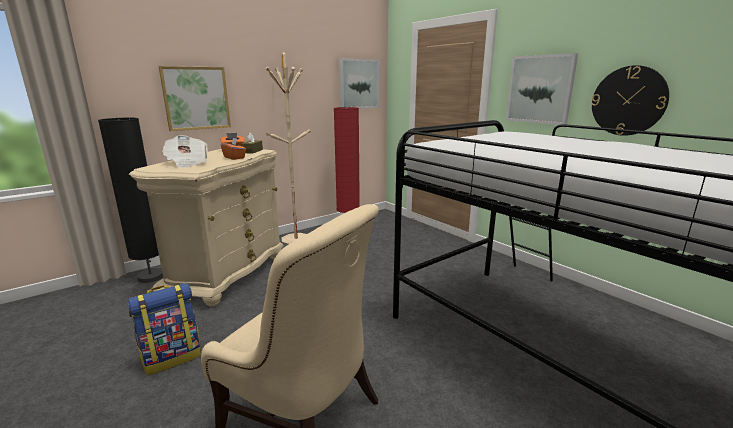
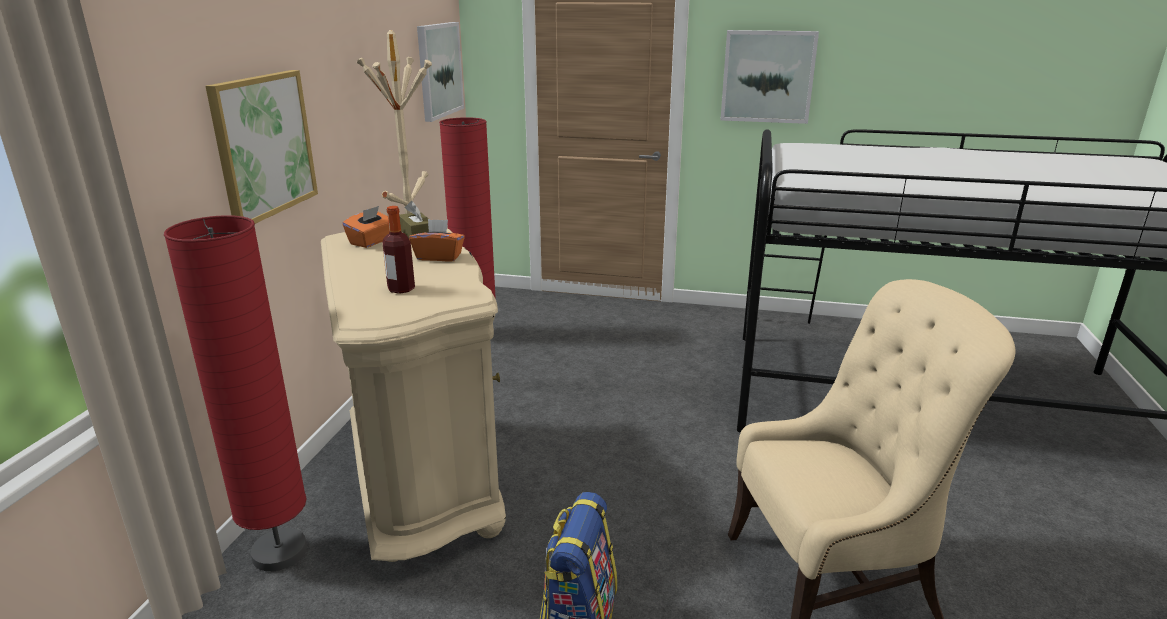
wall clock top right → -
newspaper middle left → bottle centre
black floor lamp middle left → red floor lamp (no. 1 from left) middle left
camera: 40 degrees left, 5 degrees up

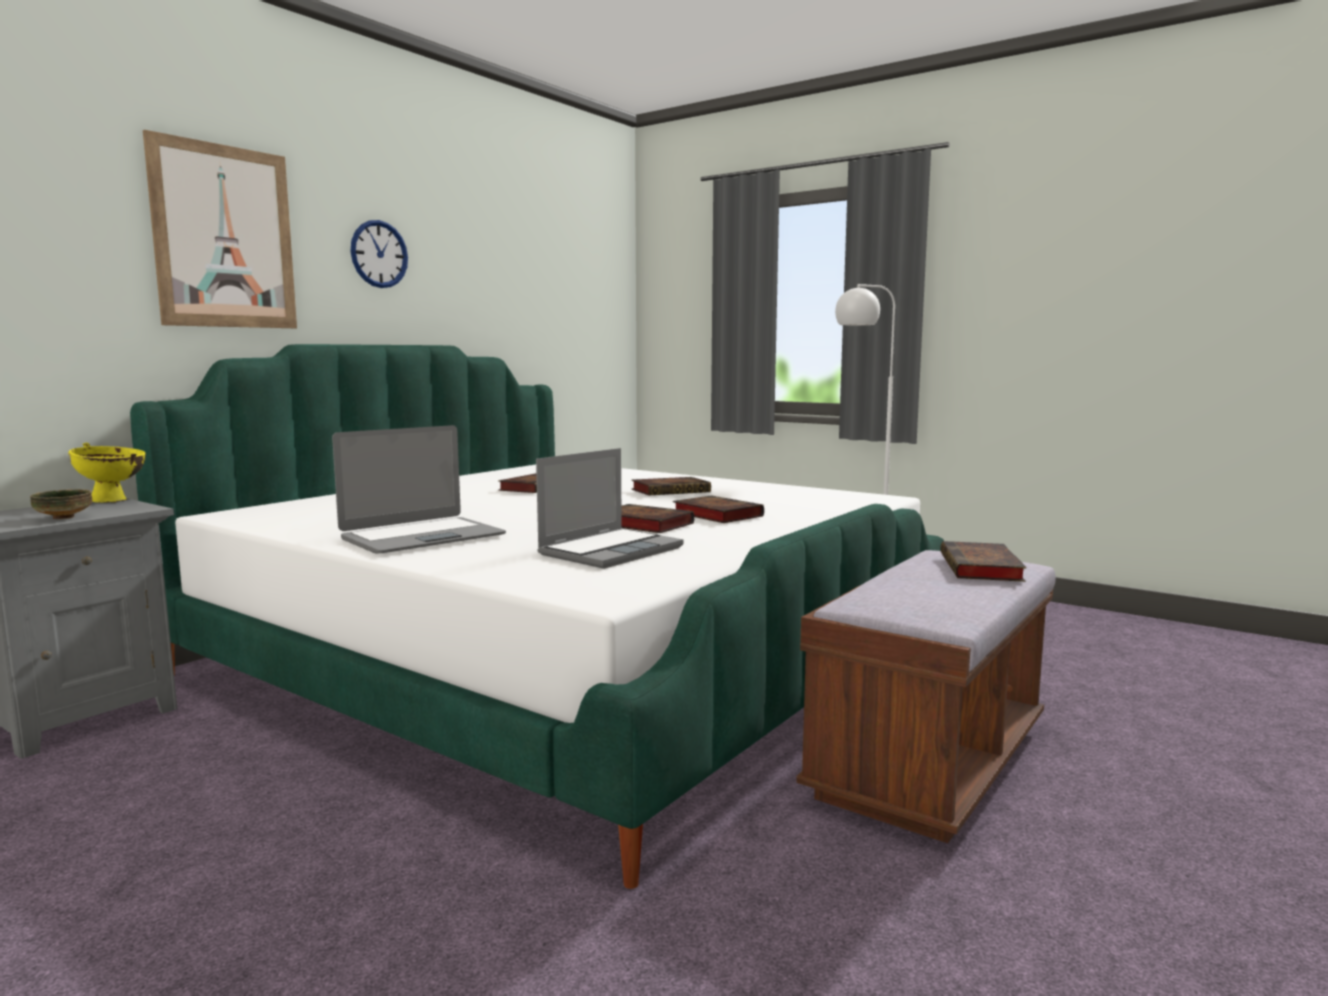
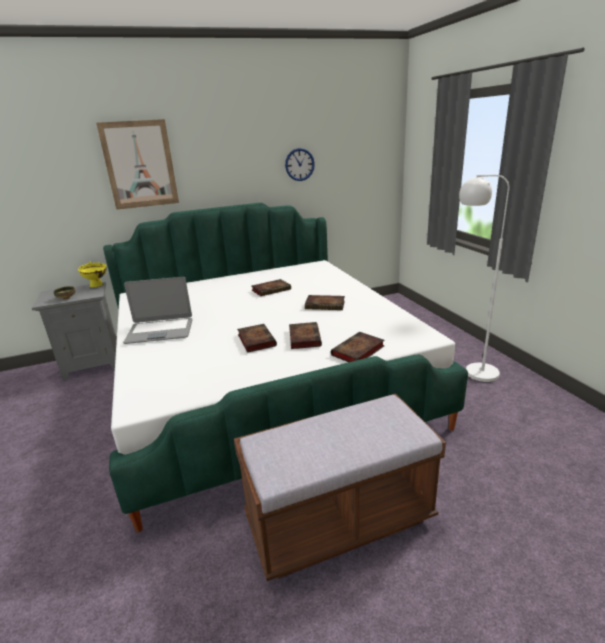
laptop (no. 2 from left) centre → -
wall clock top left → wall clock top centre, relocated
book (no. 5 from left) middle right → book (no. 5 from left) centre, relocated
camera: 35 degrees right, 15 degrees up

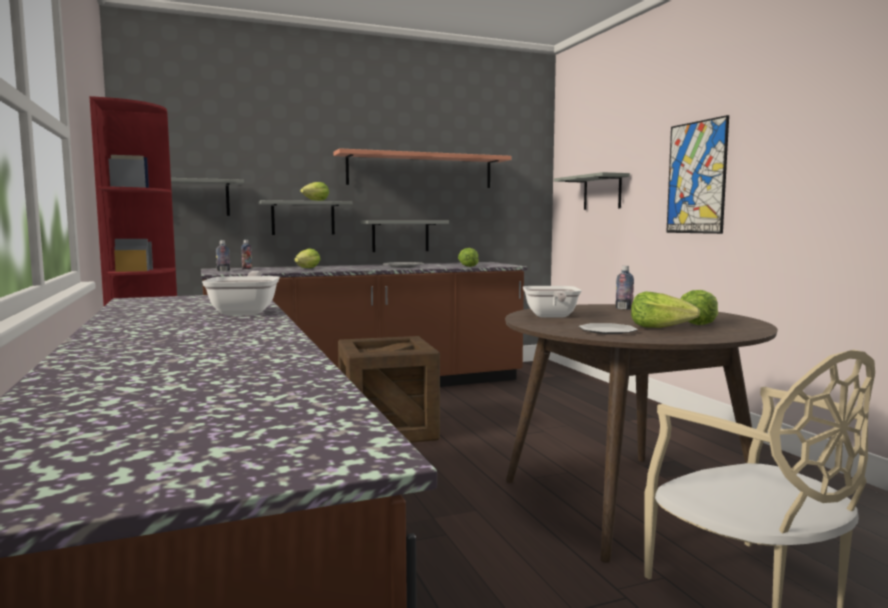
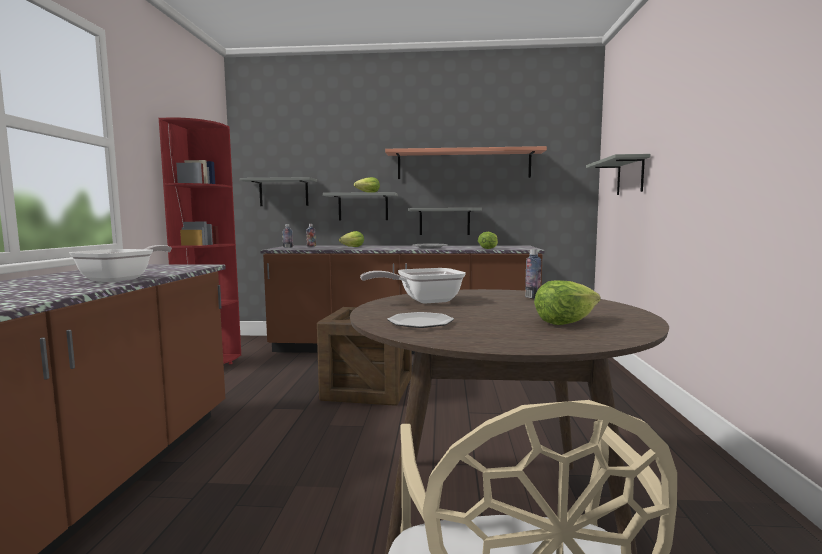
lettuce (no. 4 from left) middle right → -
picture top right → -
frying pan (no. 2 from left) centre, 45 degrees clockwise
camera: 25 degrees right, 0 degrees up

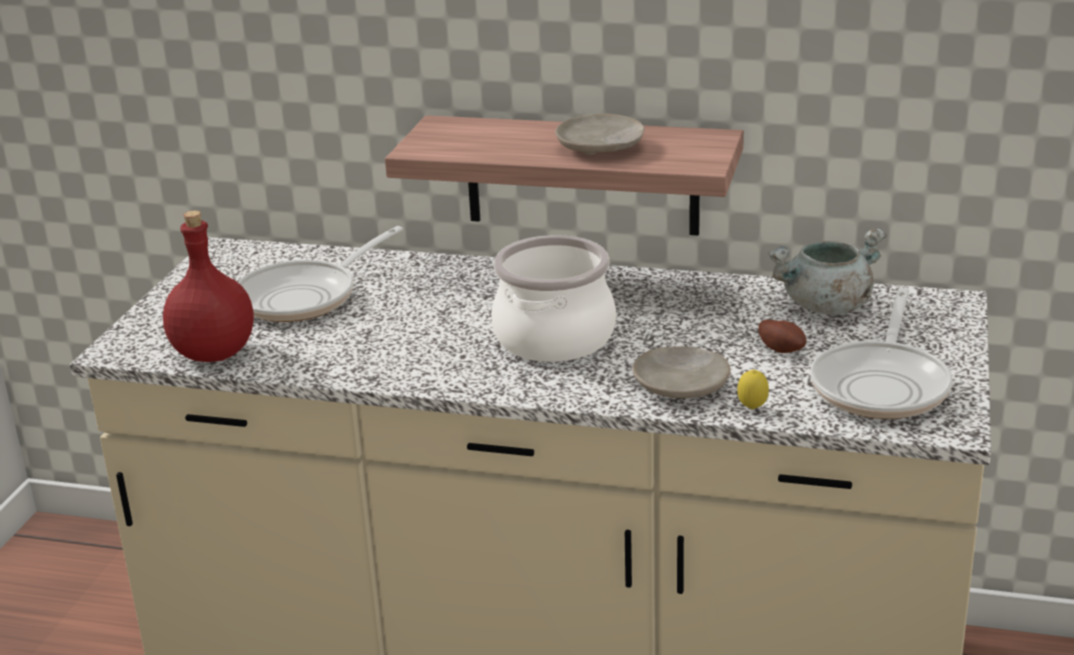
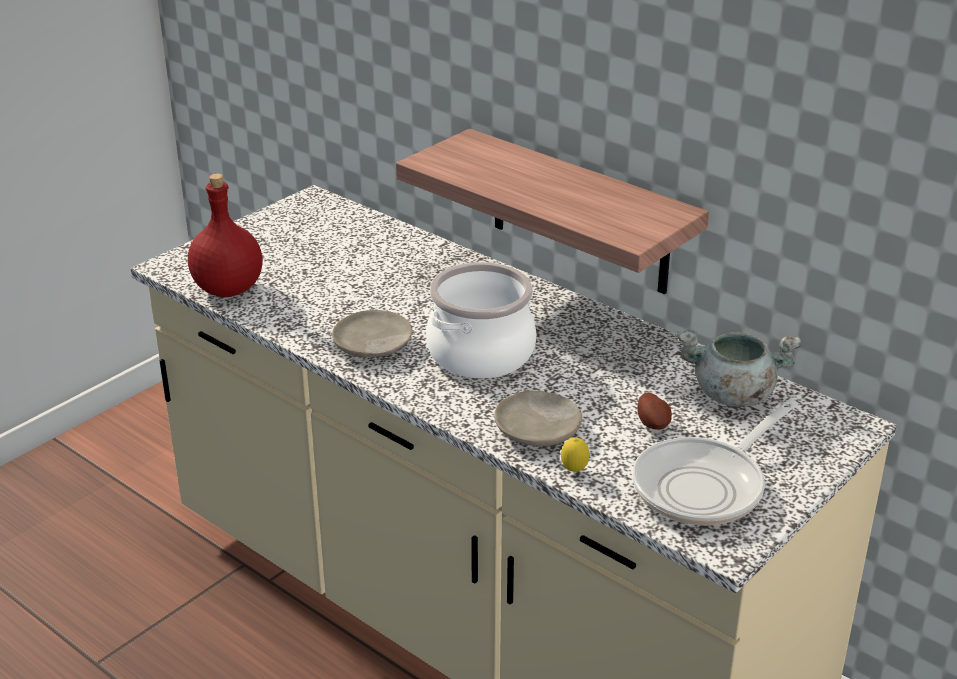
frying pan (no. 1 from left) middle left → -
beige plate (no. 1 from left) top centre → beige plate (no. 1 from left) centre, relocated
camera: 25 degrees right, 5 degrees up

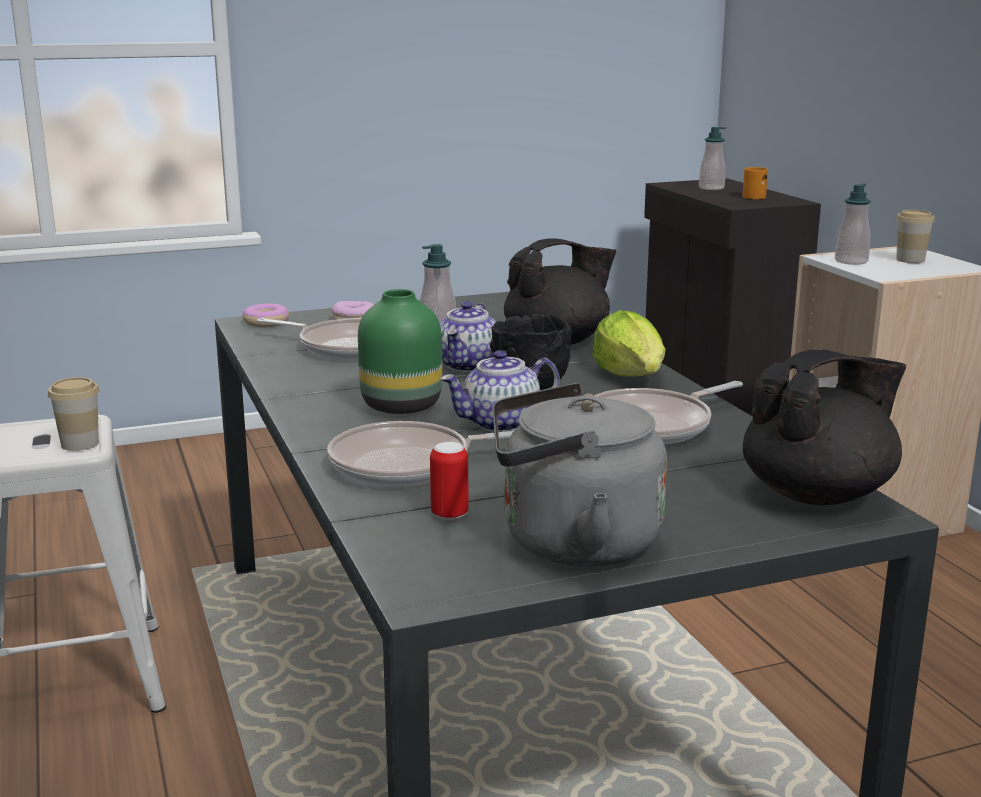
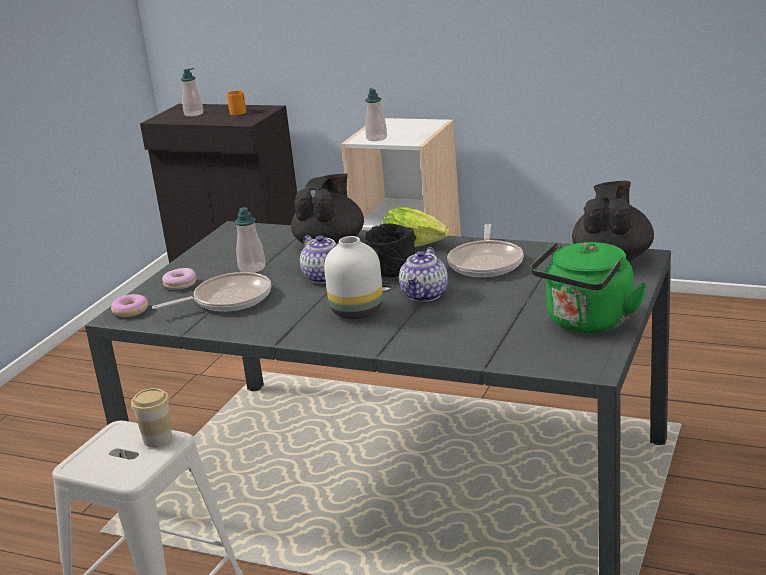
frying pan (no. 2 from left) centre → -
can centre → -
cup (no. 2 from left) top right → -
green vase centre → white vase centre
grey kettle centre → green kettle middle right
camera: 45 degrees left, 5 degrees up

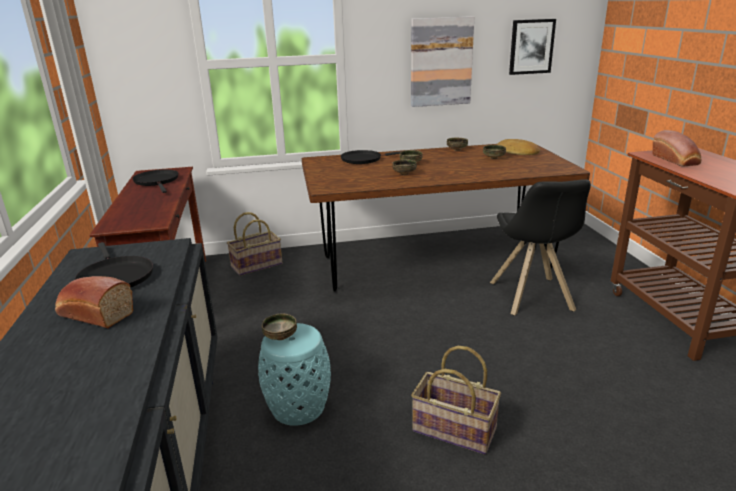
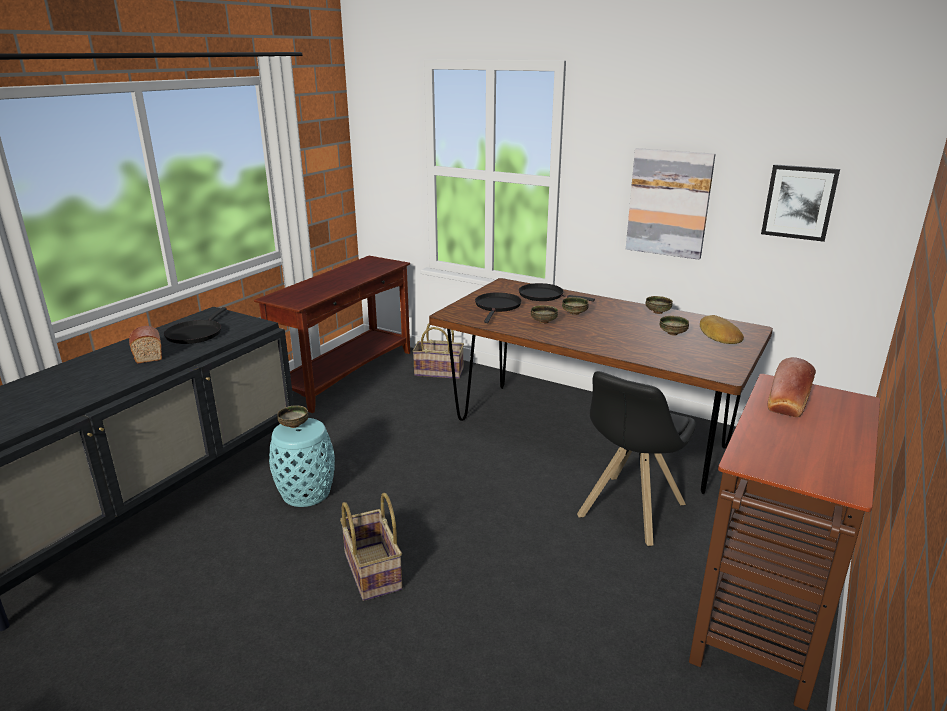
black frying pan (no. 2 from left) middle left → black frying pan (no. 2 from left) centre, relocated
camera: 40 degrees right, 0 degrees up

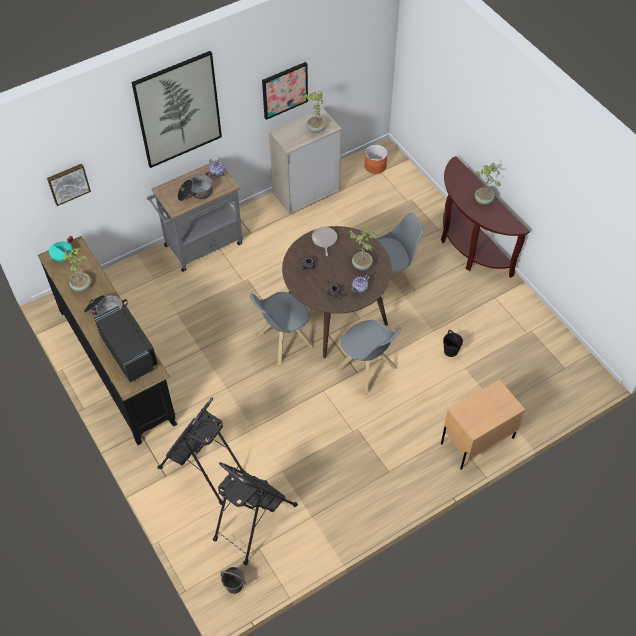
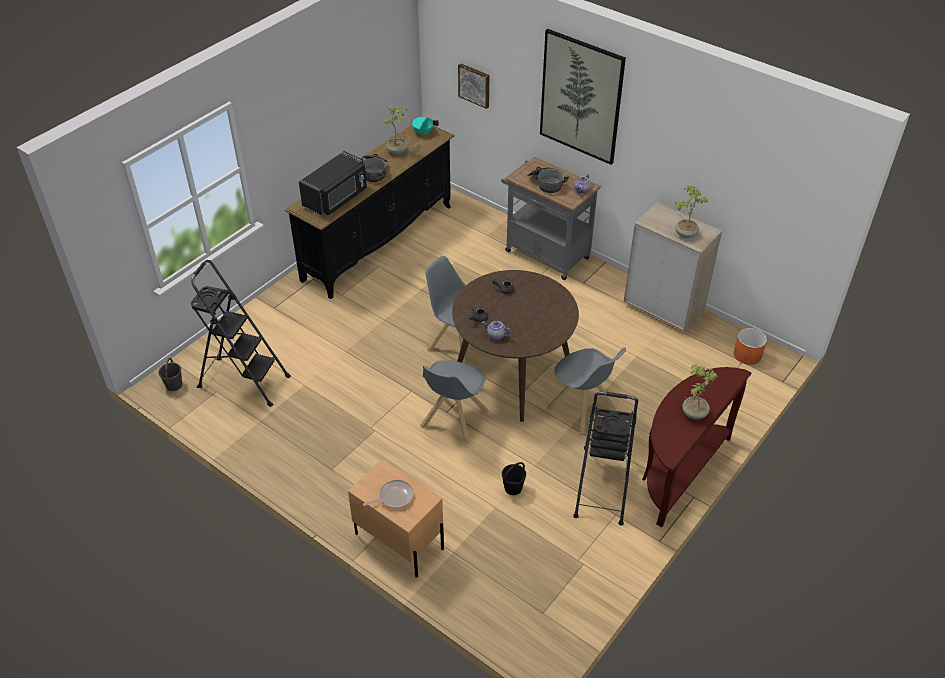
picture (no. 3 from left) top centre → -
potted plant (no. 3 from left) centre → -
step ladder (no. 1 from left in the first image) bottom left → step ladder (no. 2 from left) bottom centre, relocated
frying pan centre → frying pan bottom centre, relocated
camera: 70 degrees right, 10 degrees down

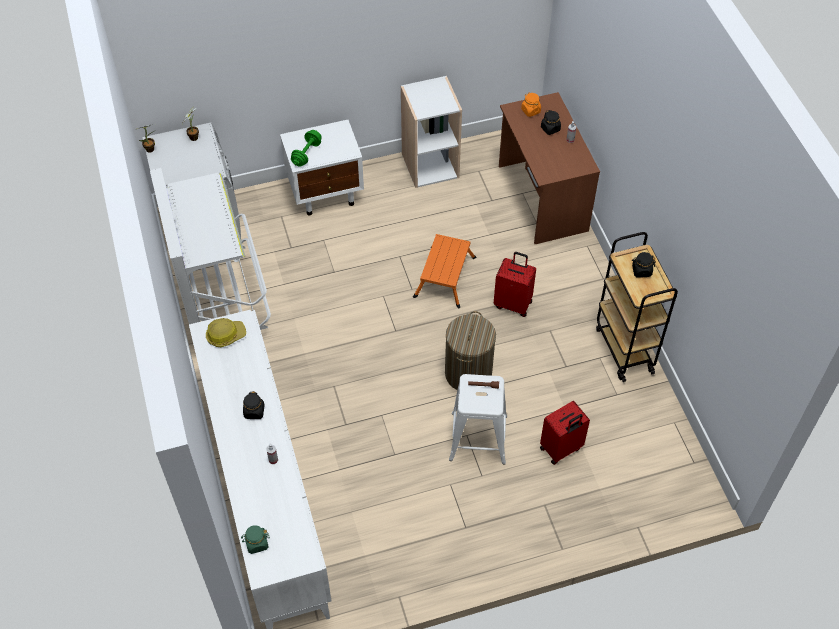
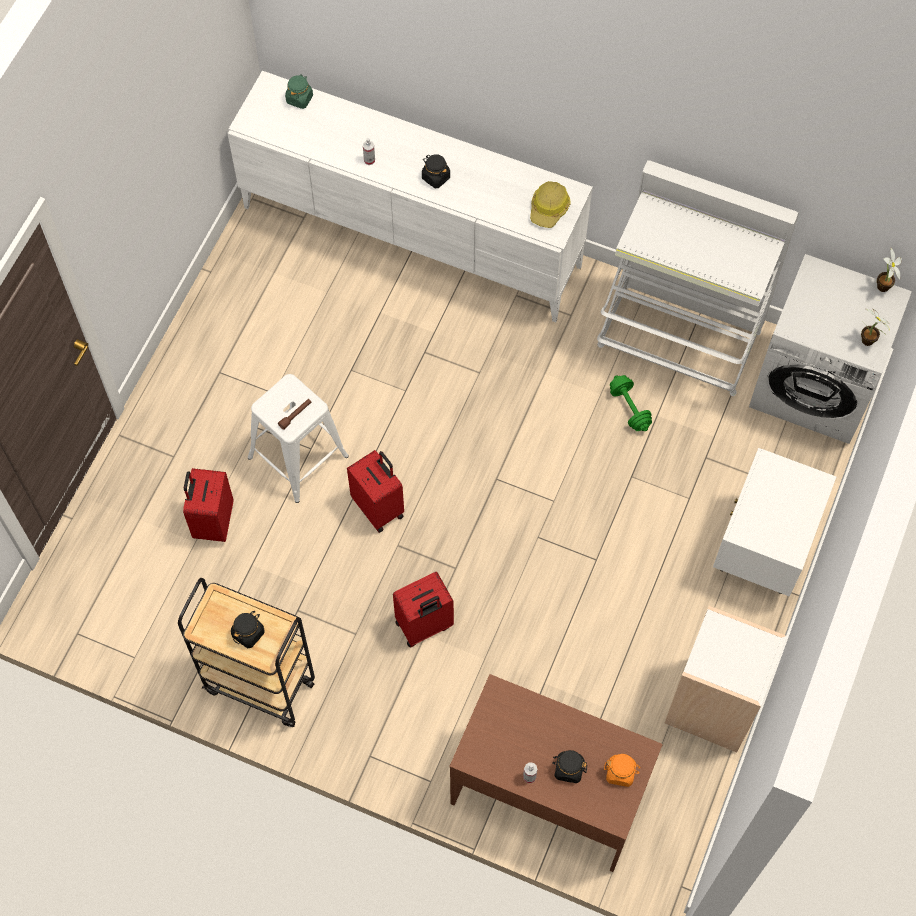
orange step ladder centre → -
green dumbbell top centre → green dumbbell middle right, relocated
laundry basket centre → red suitcase (no. 2 from left) centre
camera: 130 degrees right, 10 degrees up

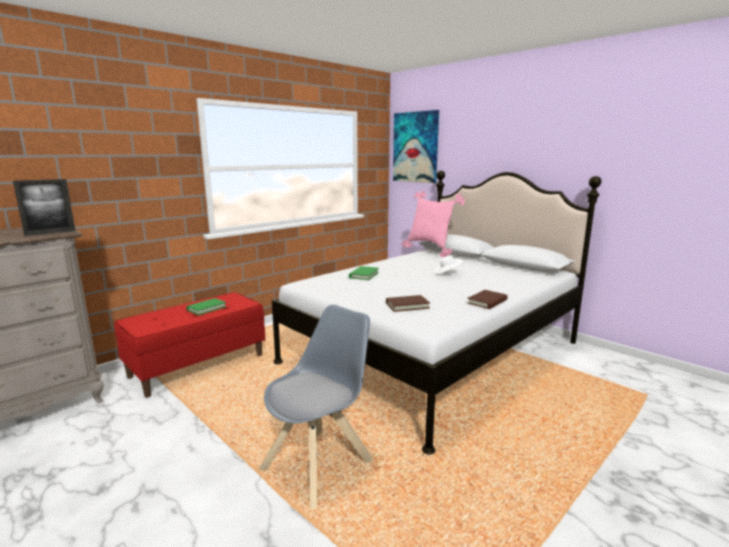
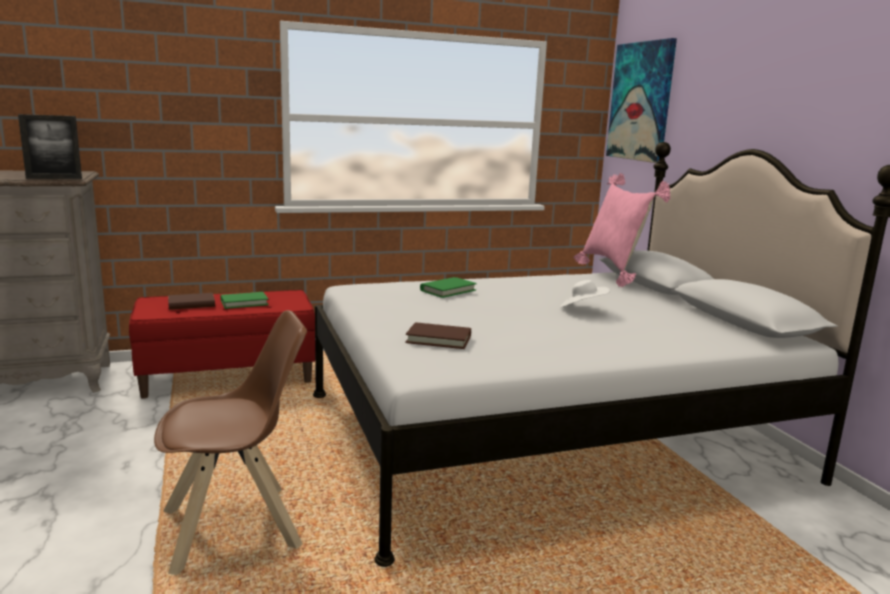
brown book (no. 2 from left in the first image) middle right → brown book (no. 1 from left) middle left, relocated
grey chair bottom centre → brown chair bottom left
camera: 25 degrees right, 0 degrees up

